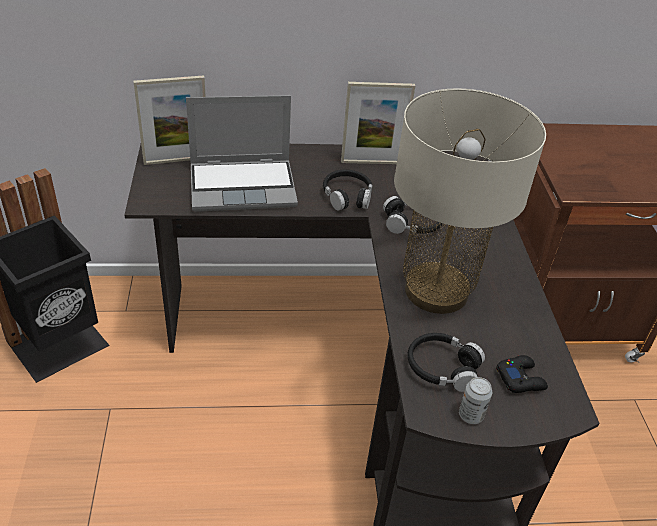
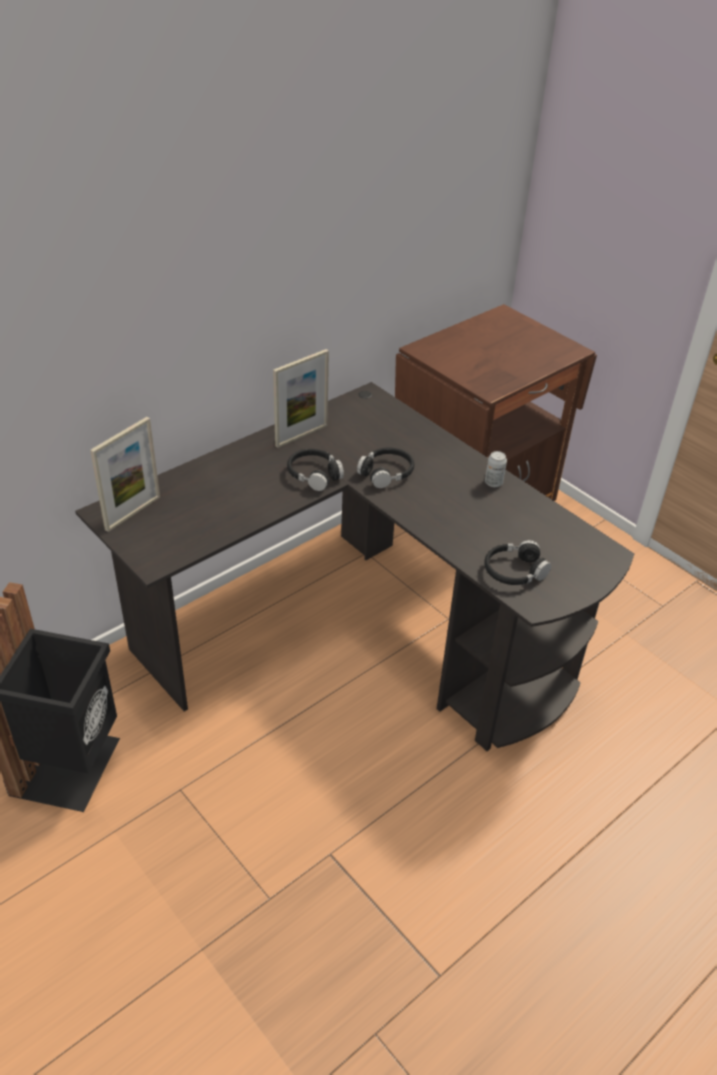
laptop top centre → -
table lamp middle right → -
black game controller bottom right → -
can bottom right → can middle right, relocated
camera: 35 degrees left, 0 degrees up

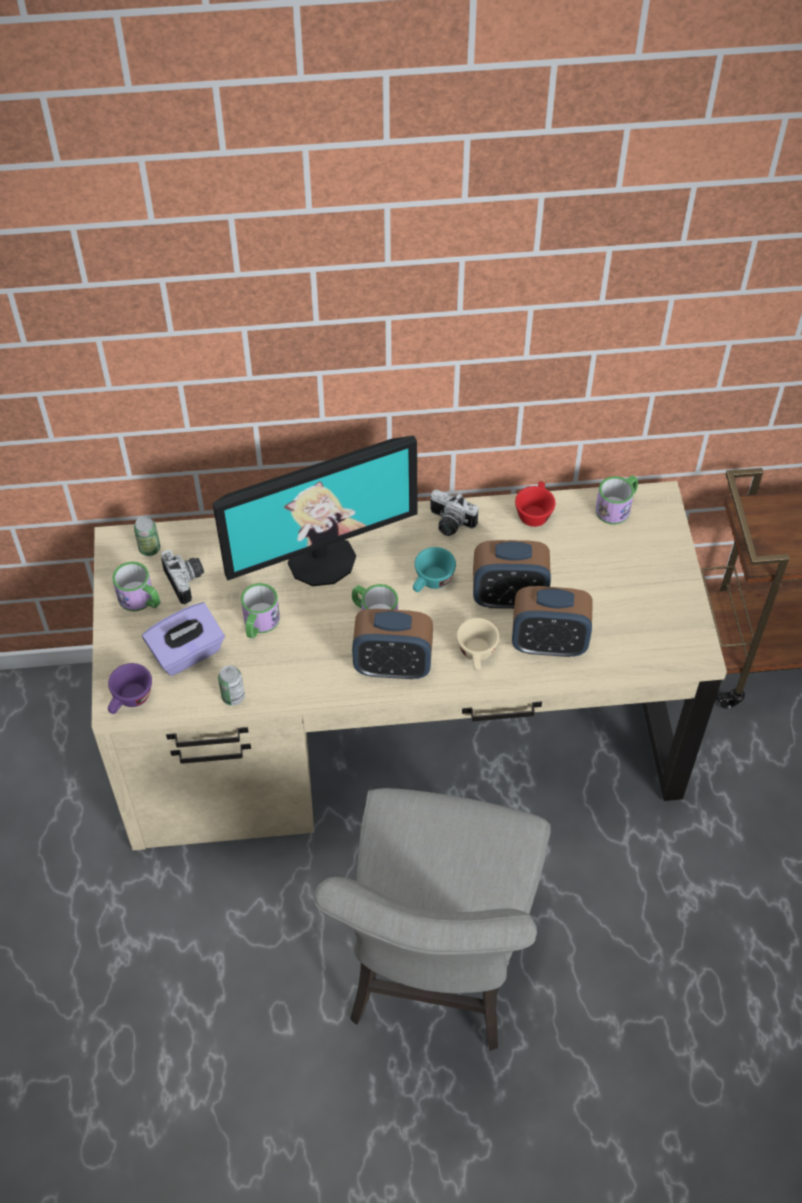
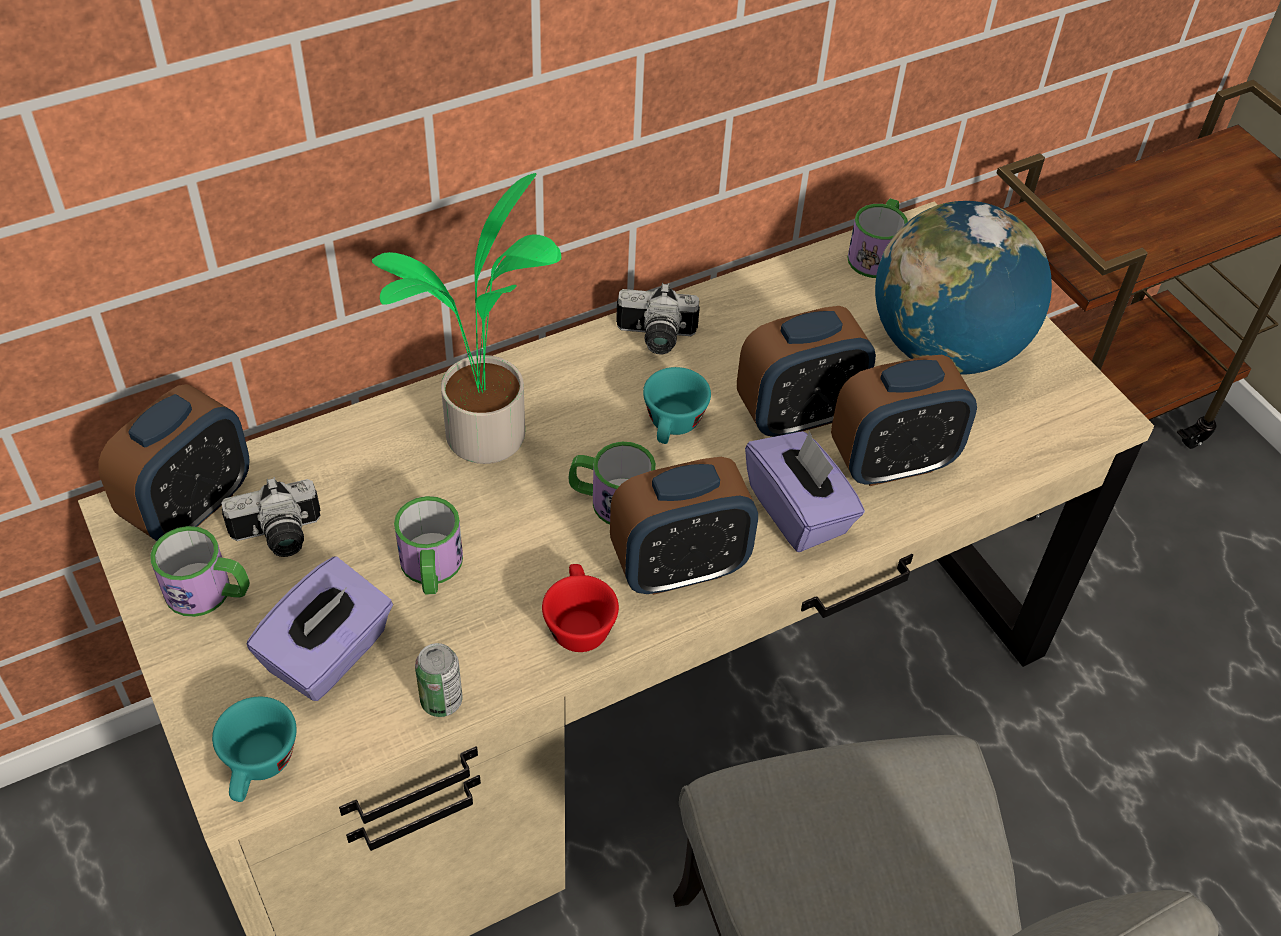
- → globe top right
red cup middle right → red cup centre, relocated
can (no. 1 from left) middle left → alarm clock (no. 1 from left) middle left
monitor centre → potted plant centre
beige cup centre → purple tissue box (no. 2 from left) centre
purple cup middle left → turquoise cup (no. 1 from left) bottom left
photo camera (no. 1 from left) middle left, 120 degrees clockwise
camera: 25 degrees left, 5 degrees down

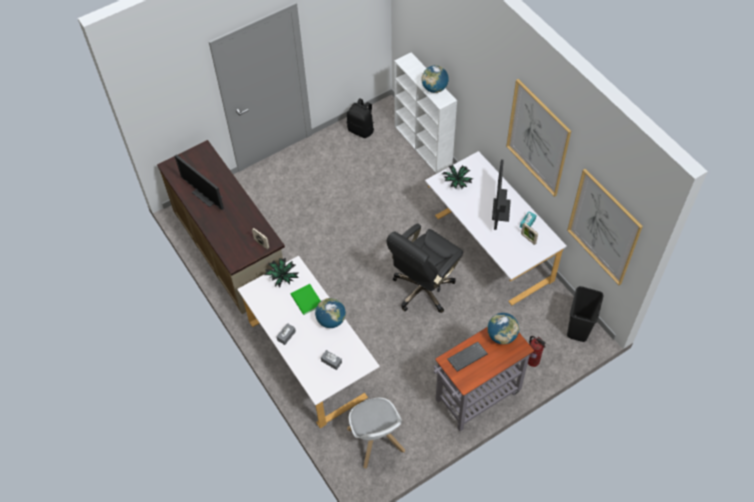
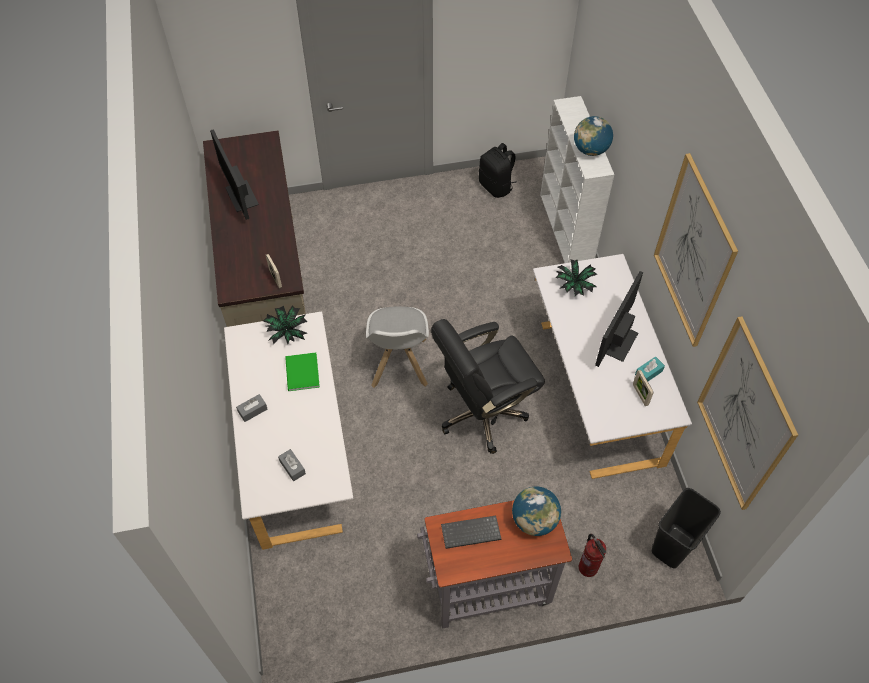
globe (no. 1 from left) centre → -
chair bottom centre → chair centre, relocated
camera: 20 degrees right, 0 degrees up

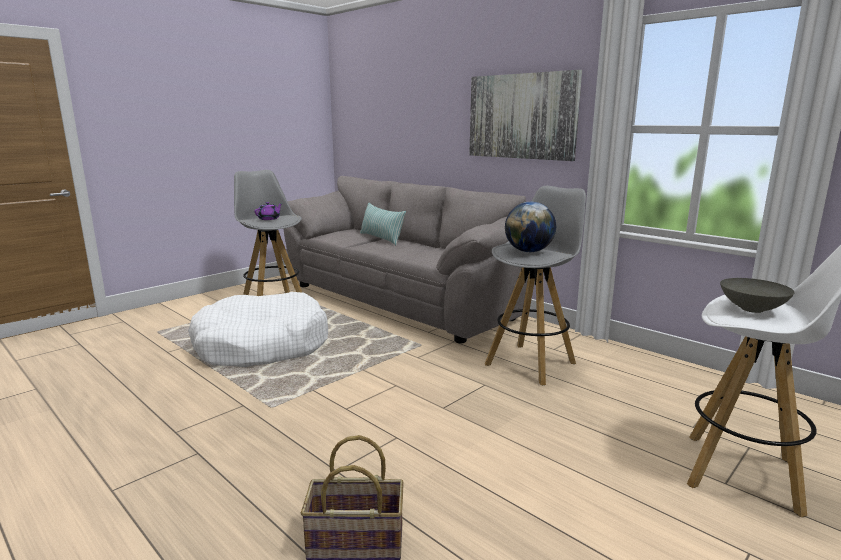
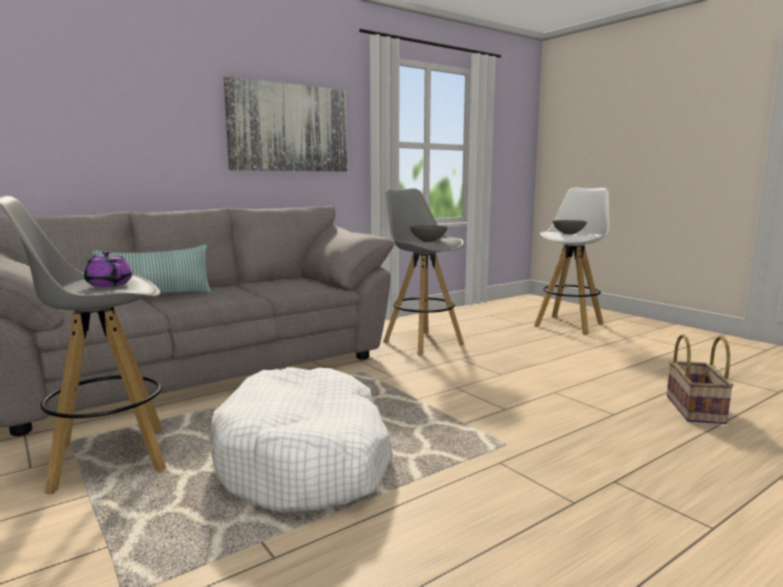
globe centre → grey bowl (no. 1 from left) centre
camera: 80 degrees left, 5 degrees down

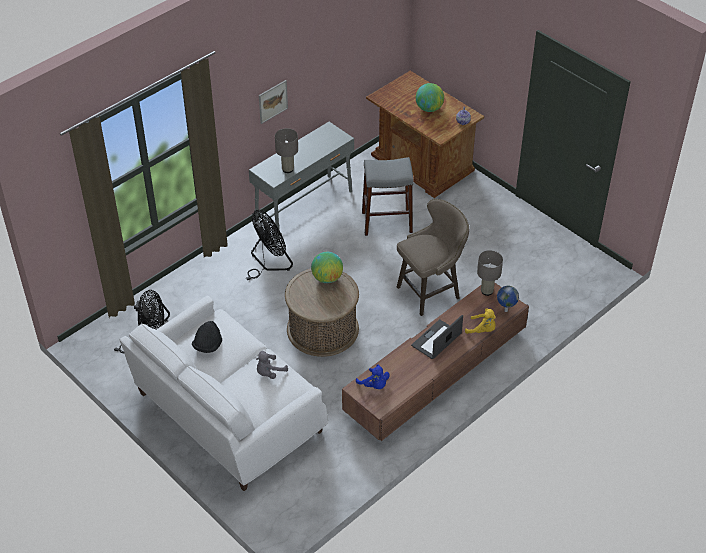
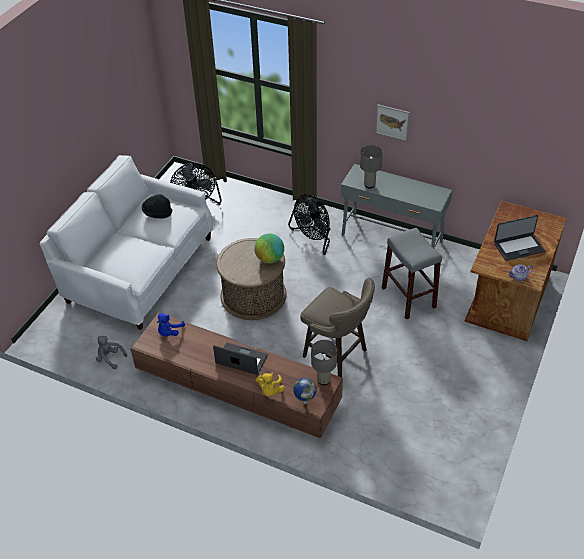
grey plush toy centre → grey plush toy middle left, relocated
globe (no. 2 from left) top centre → laptop (no. 2 from left) middle right
black fan (no. 2 from left) centre, 105 degrees clockwise
camera: 70 degrees right, 0 degrees up

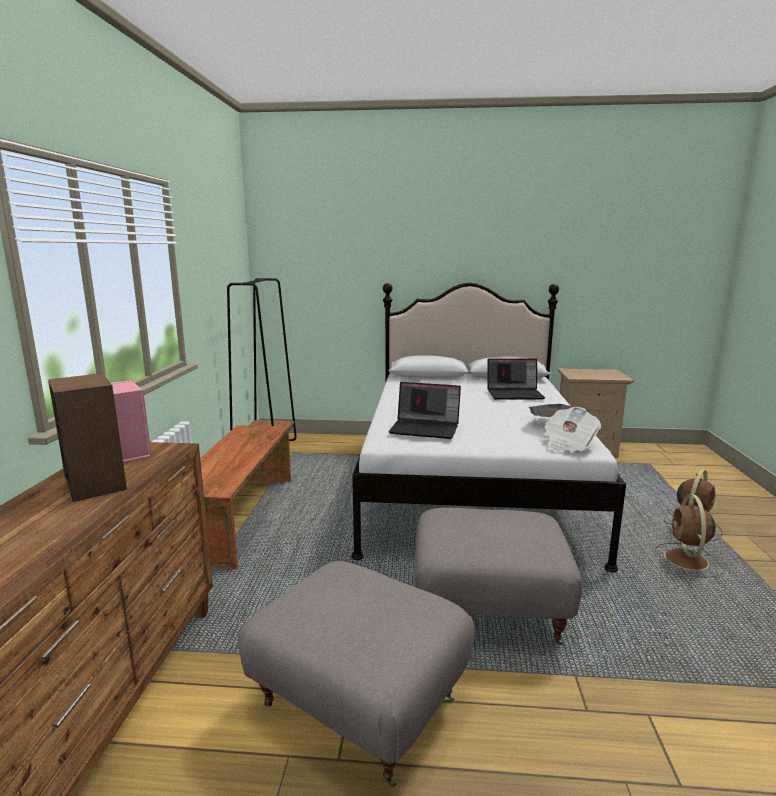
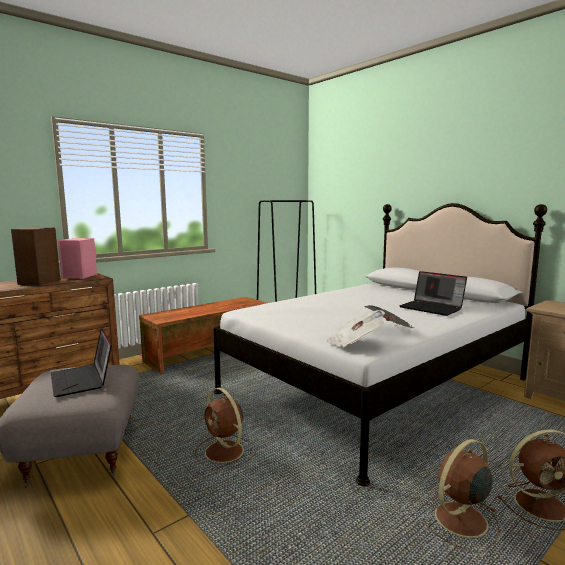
laptop (no. 1 from left) centre → laptop (no. 1 from left) middle left, relocated
grey ottoman (no. 2 from left) bottom centre → brown fan (no. 1 from left) bottom centre
camera: 45 degrees right, 5 degrees down

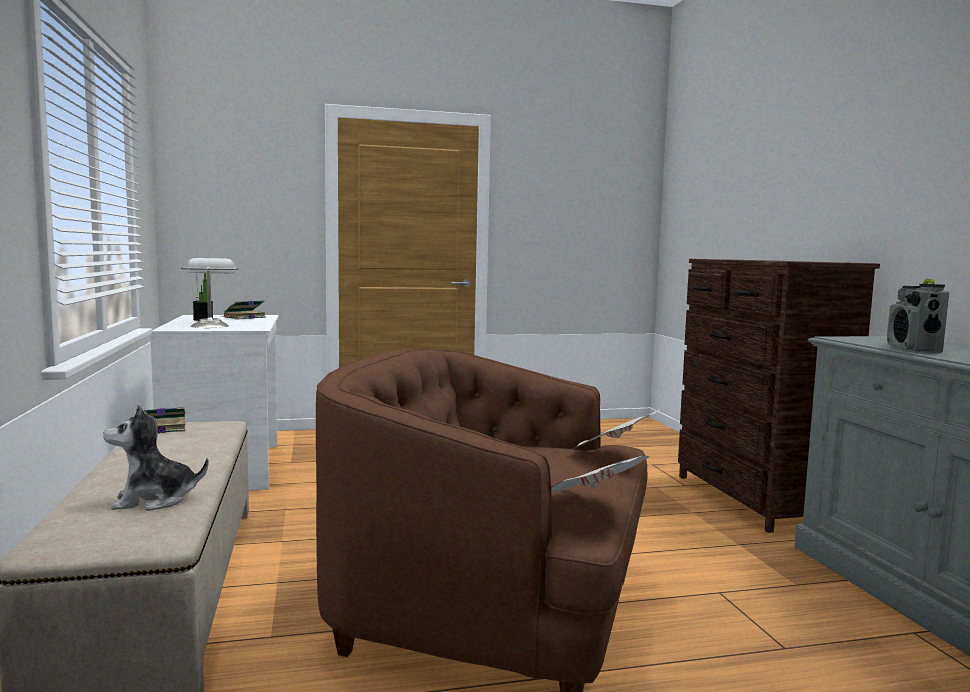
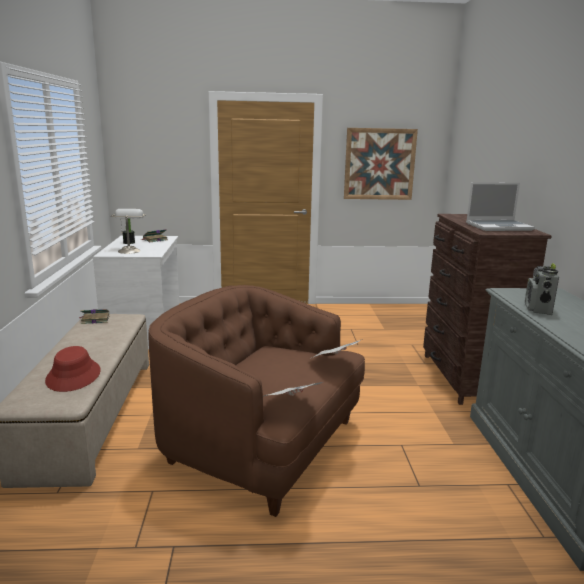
- → picture top centre
- → laptop middle right
plush toy middle left → red hat middle left
camera: 10 degrees right, 10 degrees up

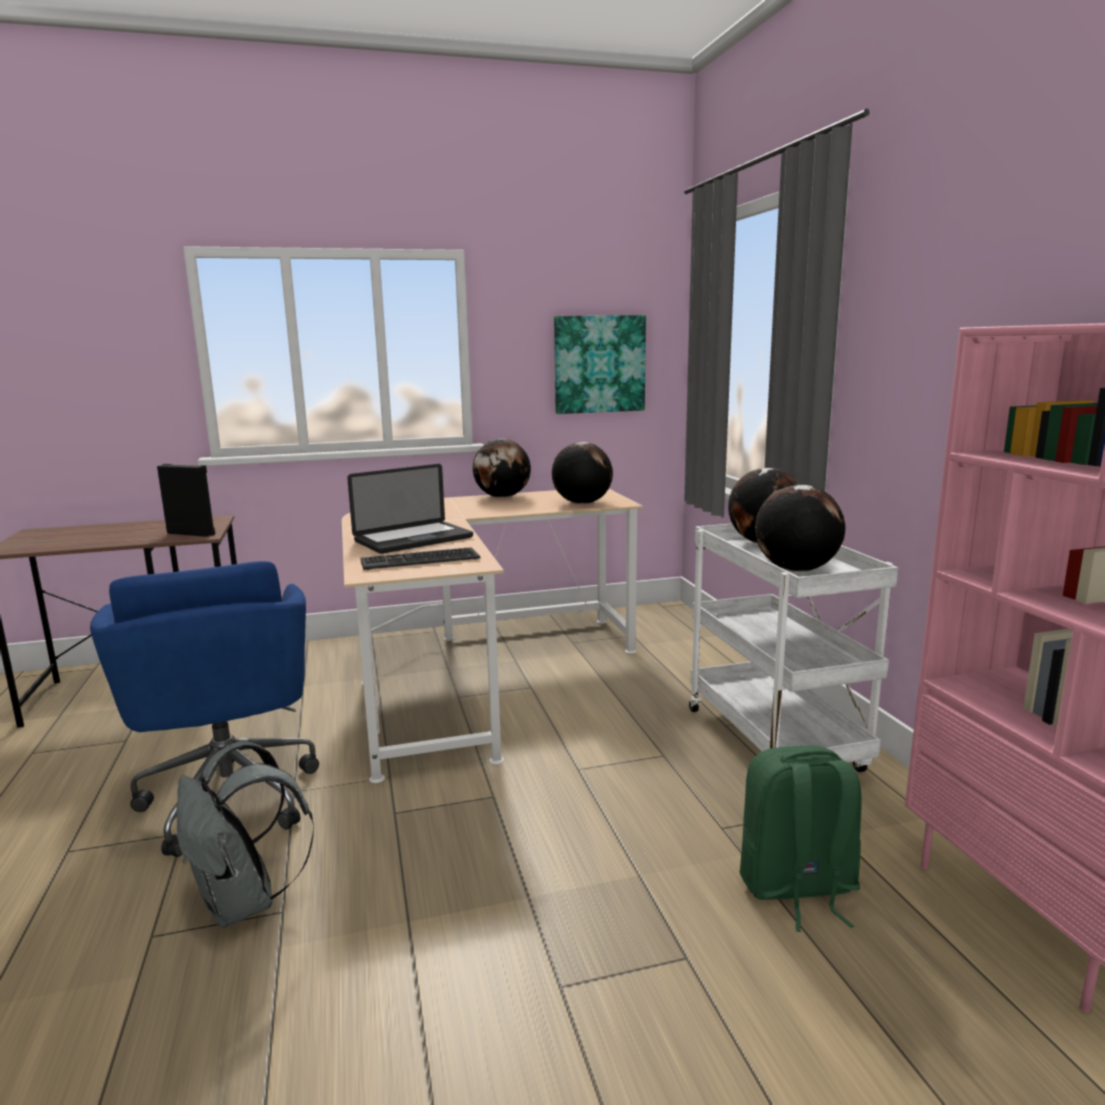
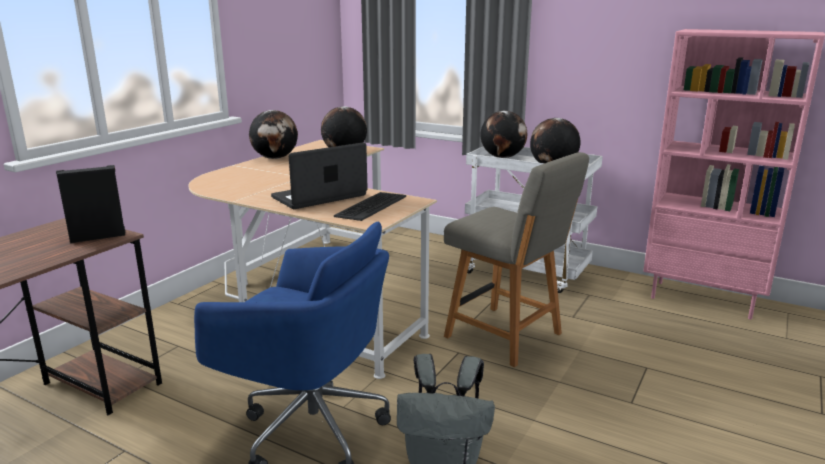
picture top centre → -
green backpack bottom right → -
- → grey chair centre
laptop centre, 135 degrees counterclockwise
camera: 45 degrees left, 5 degrees up

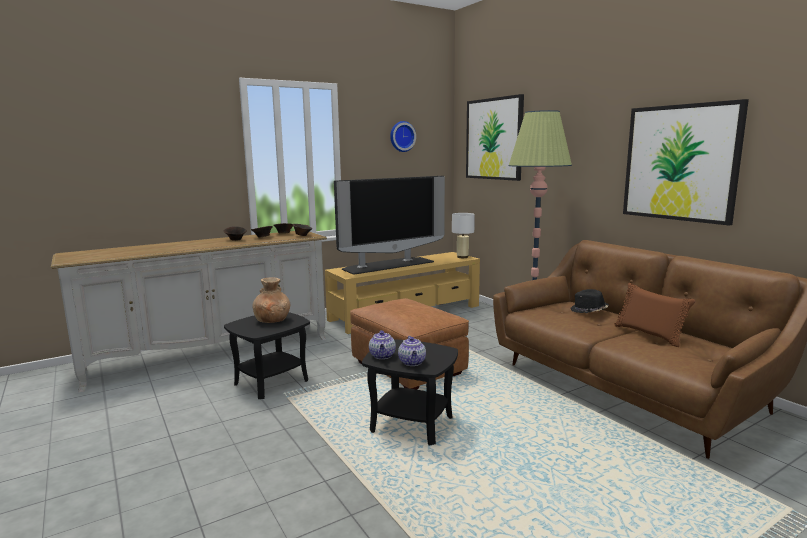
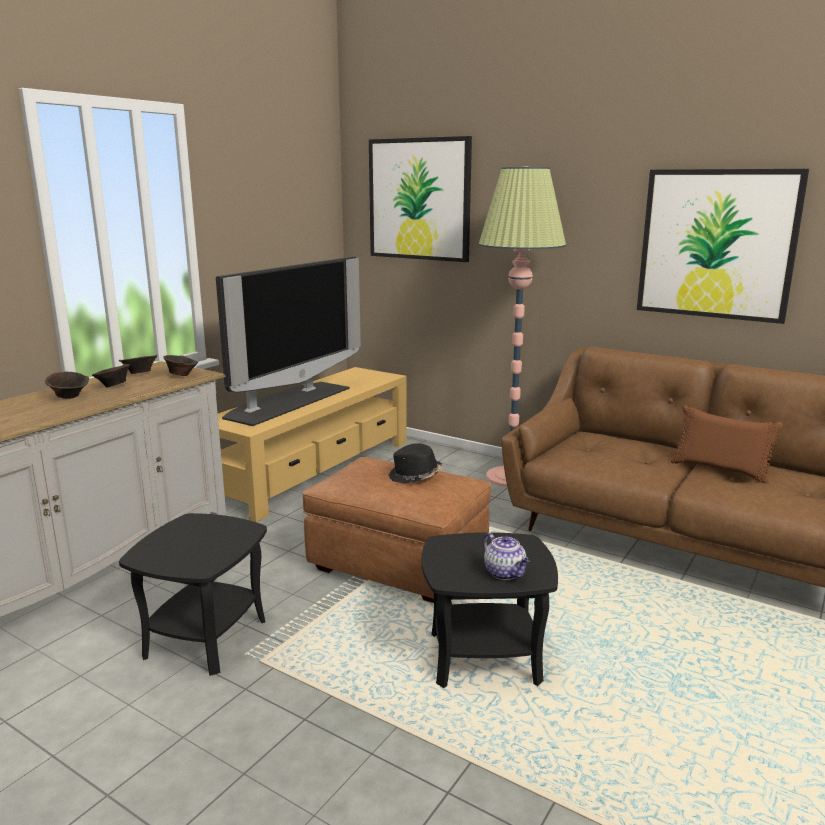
brown vase centre → -
teapot (no. 1 from left) centre → -
wall clock top centre → -
white table lamp centre → -
black hat middle right → black hat centre, relocated
camera: 25 degrees left, 5 degrees up

